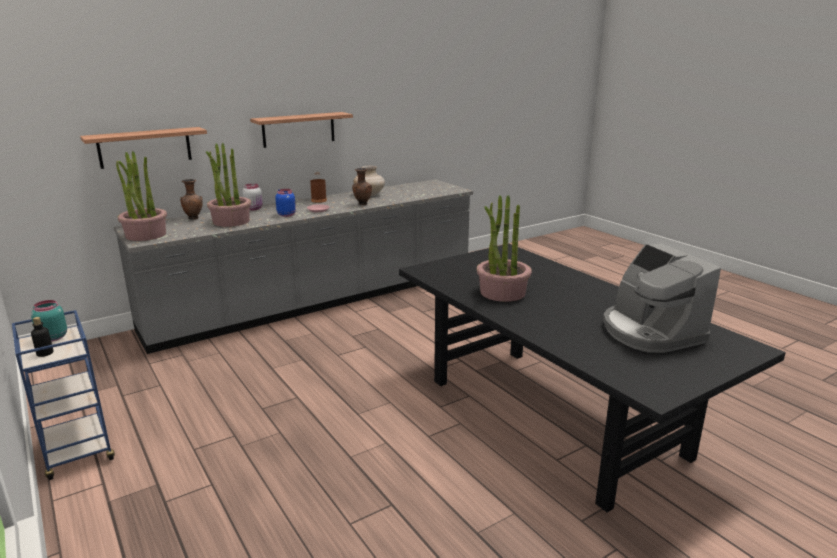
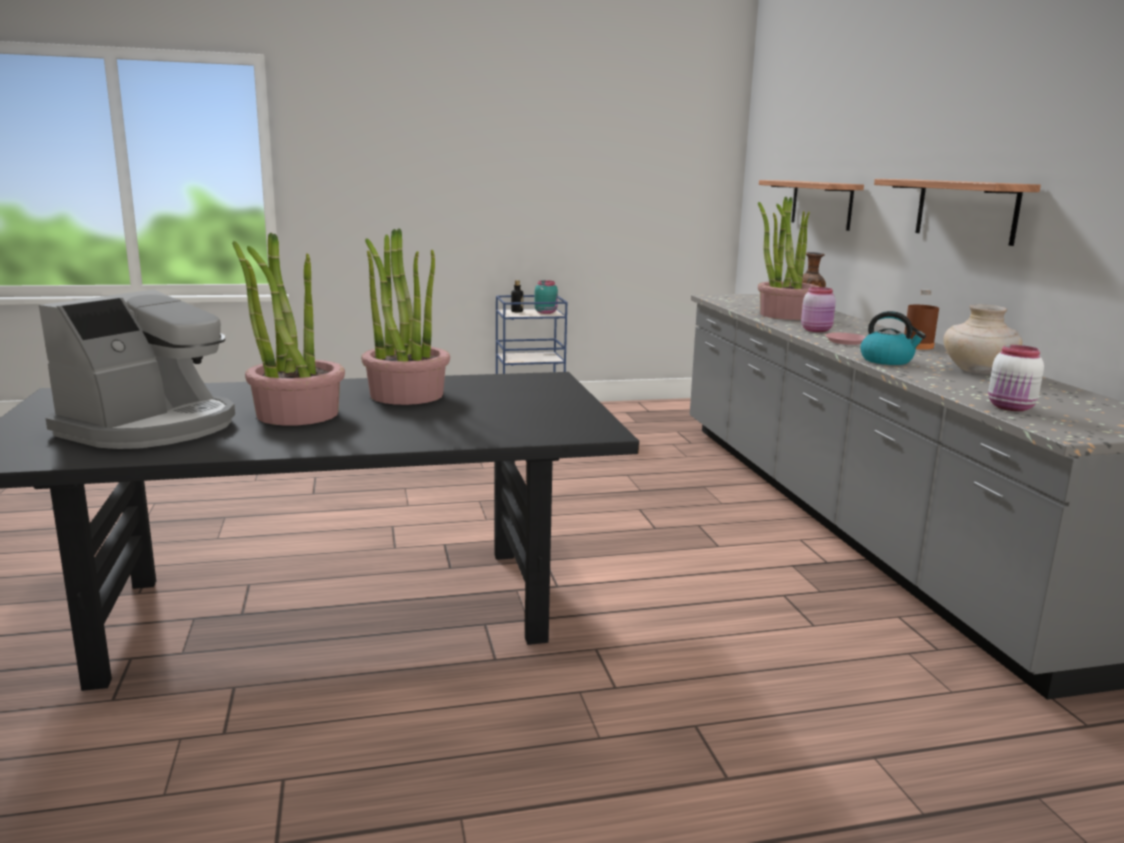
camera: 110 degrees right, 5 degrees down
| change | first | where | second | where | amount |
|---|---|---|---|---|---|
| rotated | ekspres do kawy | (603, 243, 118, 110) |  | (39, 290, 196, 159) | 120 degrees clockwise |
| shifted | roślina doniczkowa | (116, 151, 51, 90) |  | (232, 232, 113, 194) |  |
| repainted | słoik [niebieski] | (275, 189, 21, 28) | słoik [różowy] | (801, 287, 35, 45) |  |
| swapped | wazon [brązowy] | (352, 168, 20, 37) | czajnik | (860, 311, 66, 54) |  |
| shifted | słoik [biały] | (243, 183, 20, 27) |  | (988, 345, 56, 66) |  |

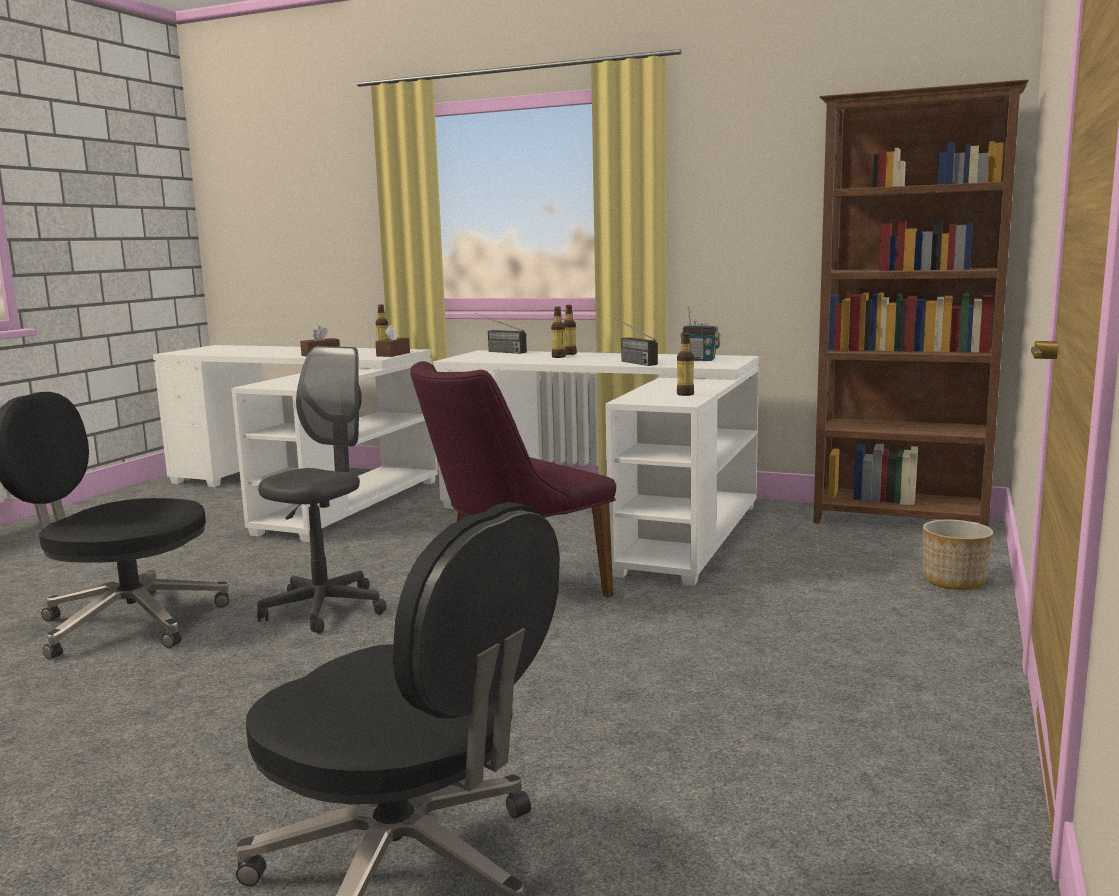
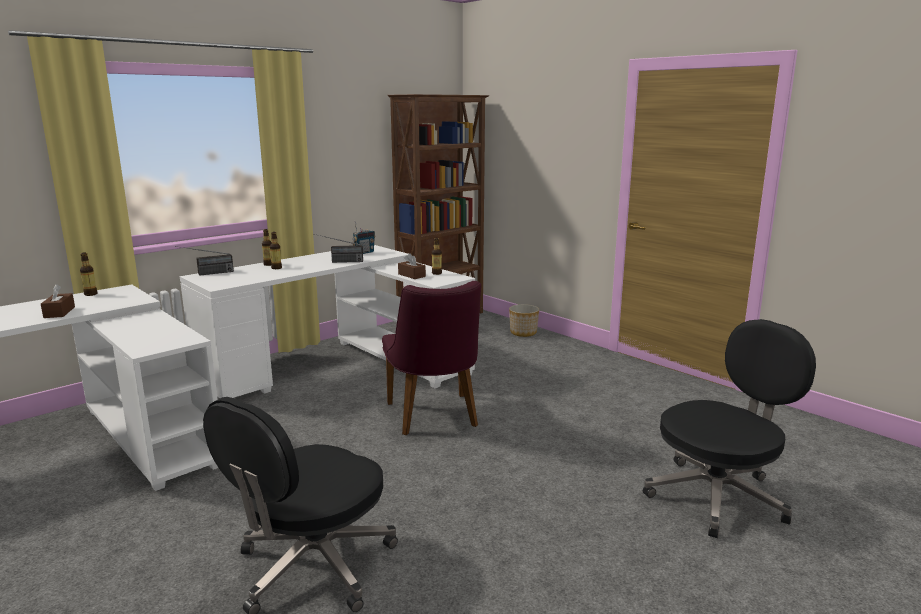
camera: 65 degrees left, 5 degrees up
| change | first | where | second | where | amount |
|---|---|---|---|---|---|
| shifted | pudełko chusteczek [brązowy] | (375, 325, 35, 32) |  | (398, 253, 28, 26) |  |
| gone | krzesło biurowe [szary] | (257, 346, 130, 288) |  |  |  |

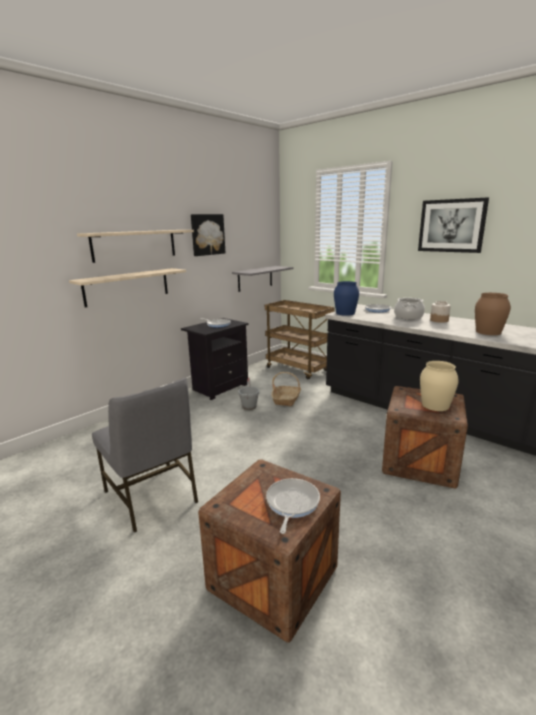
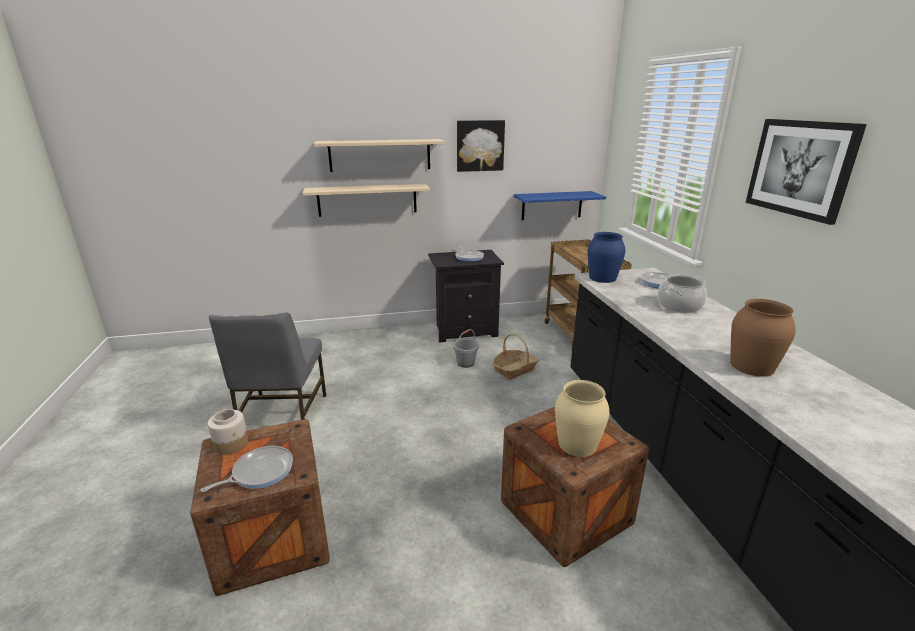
camera: 35 degrees right, 5 degrees up
| change | first | where | second | where | amount |
|---|---|---|---|---|---|
| shifted | słoik | (430, 301, 21, 22) |  | (208, 409, 40, 45) |  |
| repainted | półka [szary] | (232, 266, 61, 26) | półka [niebieski] | (513, 191, 93, 29) |  |

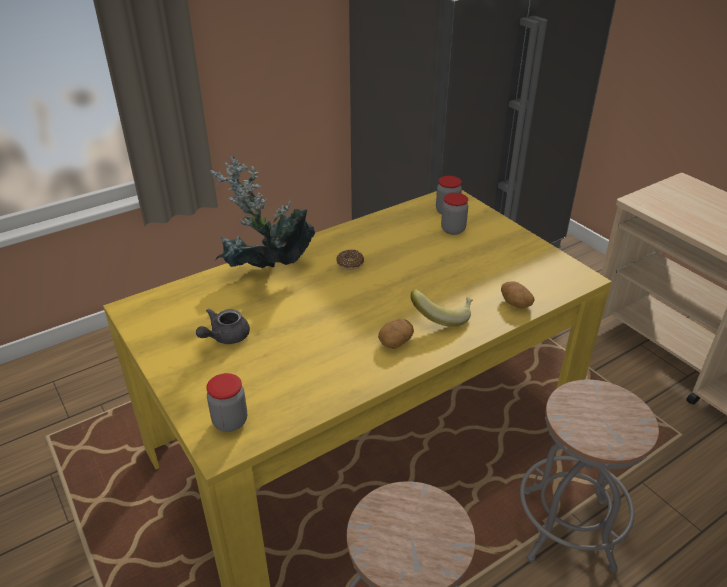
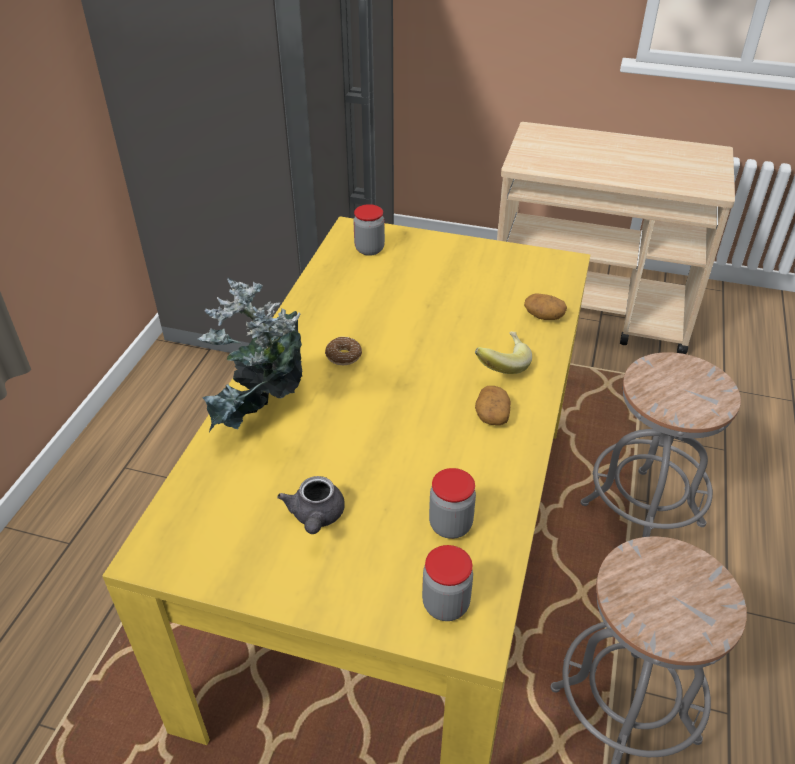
camera: 40 degrees left, 5 degrees up
| change | first | where | second | where | amount |
|---|---|---|---|---|---|
| shifted | słoik | (441, 193, 27, 42) |  | (429, 468, 47, 71) |  |

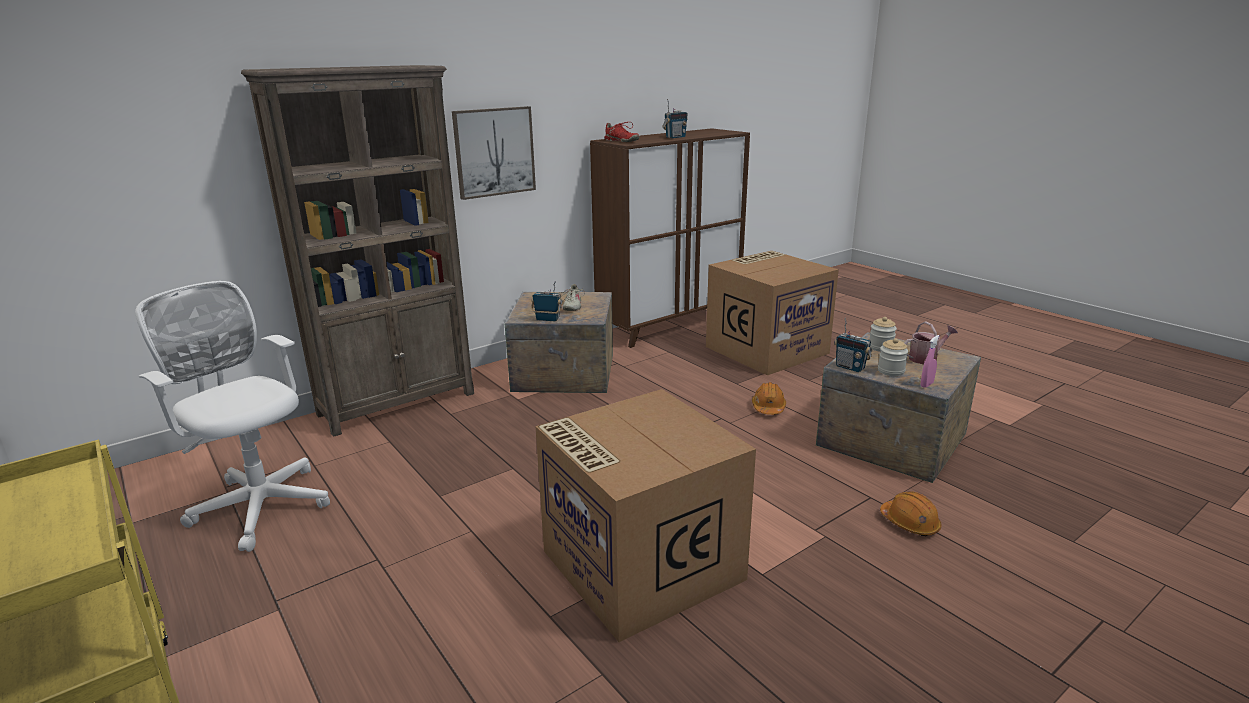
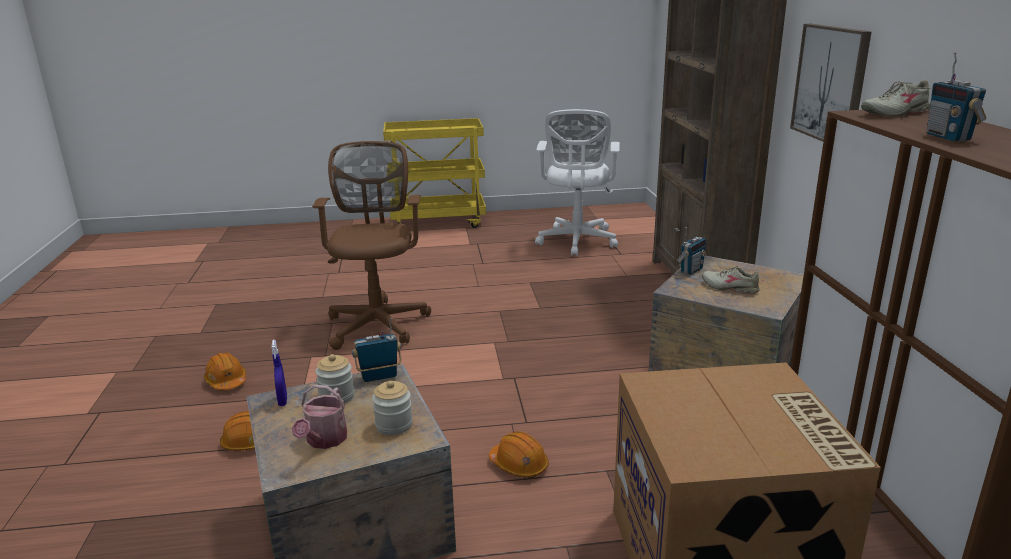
camera: 120 degrees right, 0 degrees up
| change | first | where | second | where | amount |
|---|---|---|---|---|---|
| new |  |  | kask [pomarańczowy] | (204, 352, 42, 38) |  |
| repainted | spryskiwacz [różowy] | (921, 335, 19, 53) | spryskiwacz [niebieski] | (271, 340, 16, 66) |  |
| swapped | karton | (535, 389, 221, 253) | krzesło biurowe [brązowy] | (312, 141, 119, 209) |  |
| rotated | krzesło biurowe [biały] | (135, 281, 195, 271) |  | (535, 109, 85, 147) | 120 degrees clockwise |
| repainted | but [czerwony] | (604, 122, 35, 20) | but [beżowy] | (861, 80, 70, 37) |  |

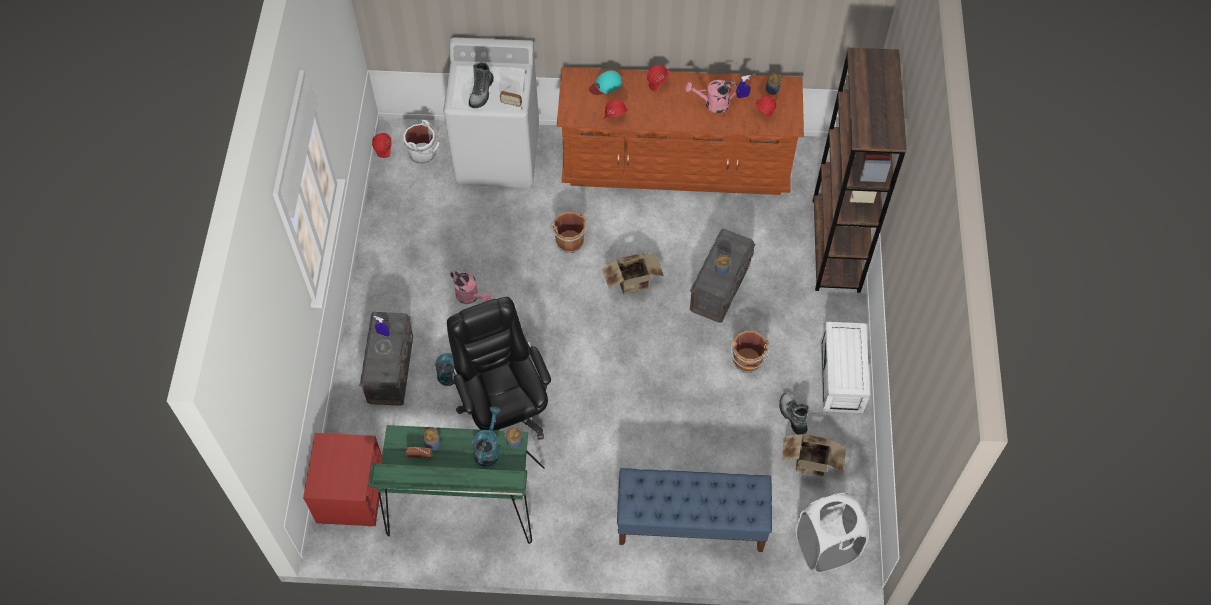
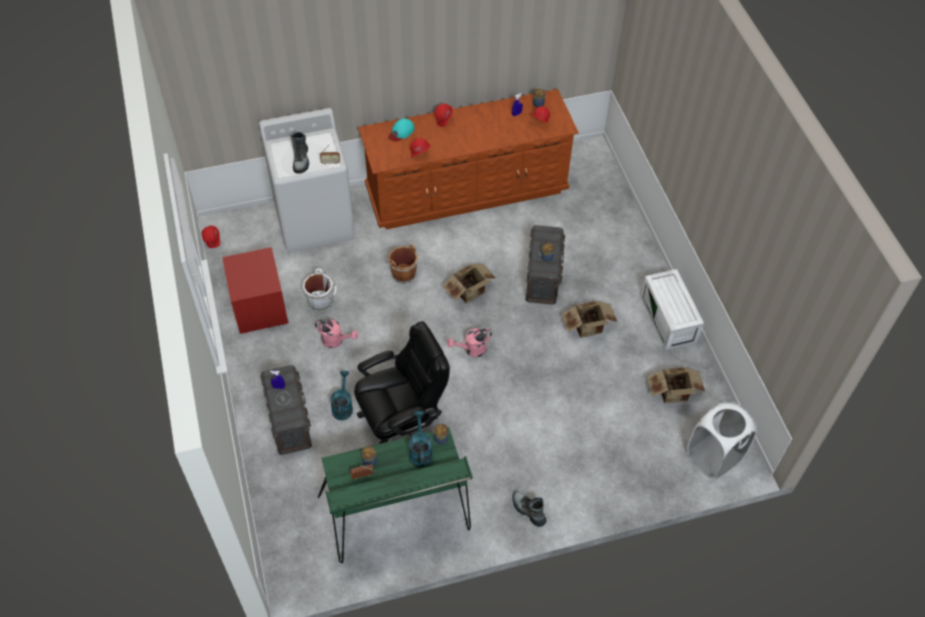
camera: 20 degrees left, 5 degrees down
| change | first | where | second | where | amount |
|---|---|---|---|---|---|
| shifted | szafka nocna [czerwony] | (303, 433, 79, 94) |  | (222, 247, 66, 87) |  |
| shifted | wiadro [biały] | (403, 120, 37, 44) |  | (303, 269, 34, 42) |  |
| rotated | krzesło biurowe [czarny] | (447, 297, 104, 143) |  | (354, 321, 96, 123) | 105 degrees clockwise |
| shifted | konewka [różowy] | (685, 80, 52, 33) |  | (447, 328, 45, 29) |  |
| shifted | but z cholewką | (779, 393, 30, 42) |  | (513, 491, 33, 36) |  |
| swapped | wiadro [brązowy] | (731, 331, 39, 42) | karton | (562, 301, 55, 37) |  |
| gone | ławka [niebieski] | (617, 468, 155, 84) |  |  |  |
| gone | regał [brązowy] | (813, 48, 94, 245) |  |  |  |

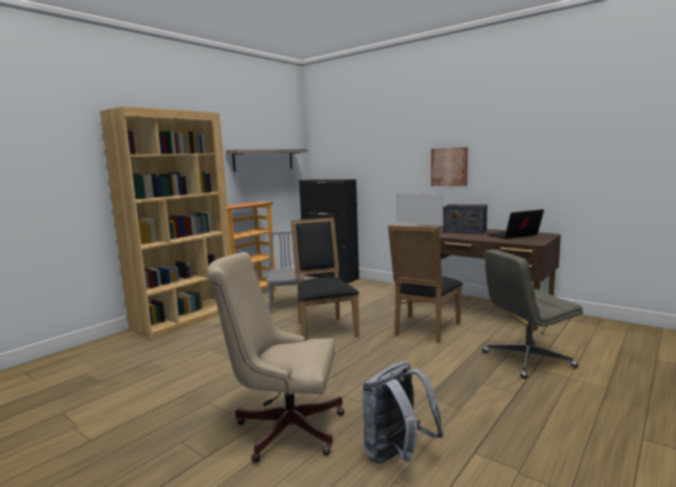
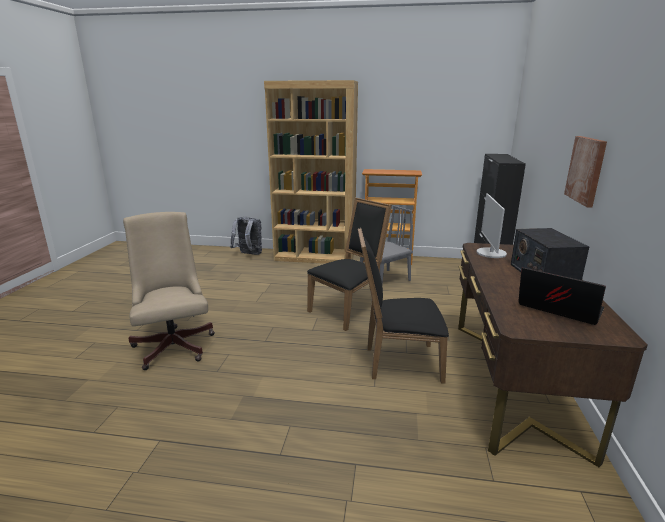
camera: 60 degrees right, 10 degrees up
| change | first | where | second | where | amount |
|---|---|---|---|---|---|
| shifted | plecak [szary] | (363, 362, 81, 101) |  | (230, 217, 32, 38) |  |
| gone | półka | (226, 149, 81, 23) |  |  |  |
| gone | krzesło biurowe [szary] | (483, 249, 100, 130) |  |  |  |

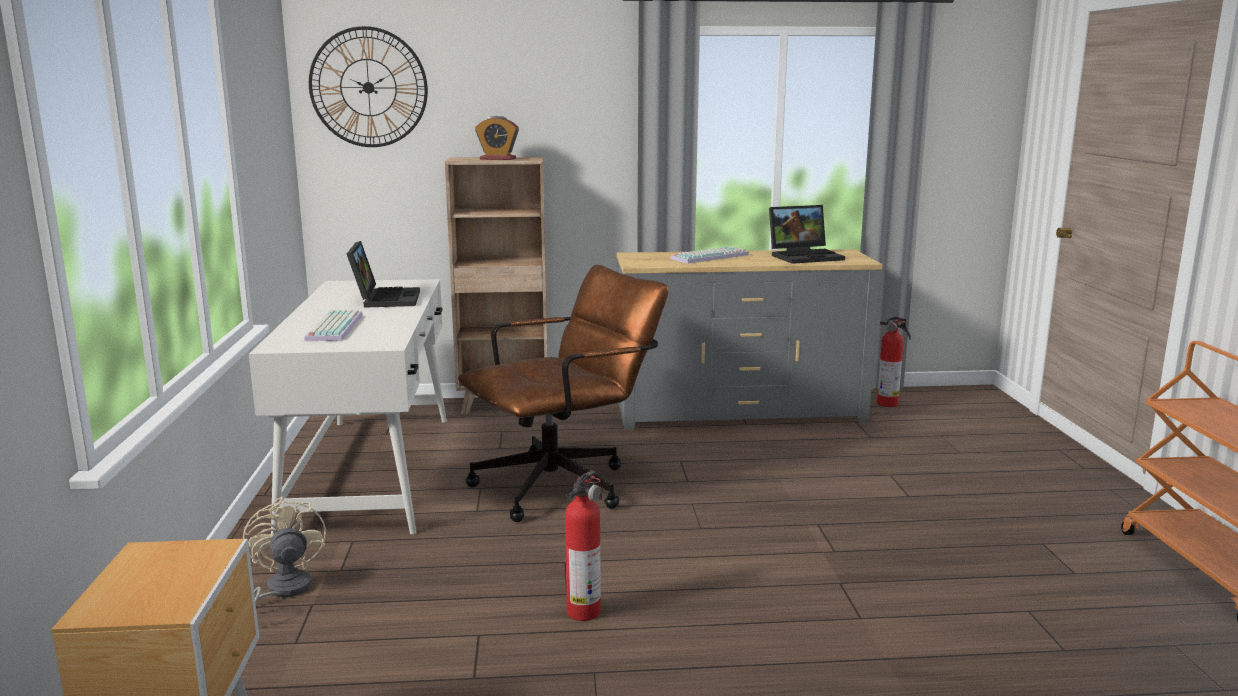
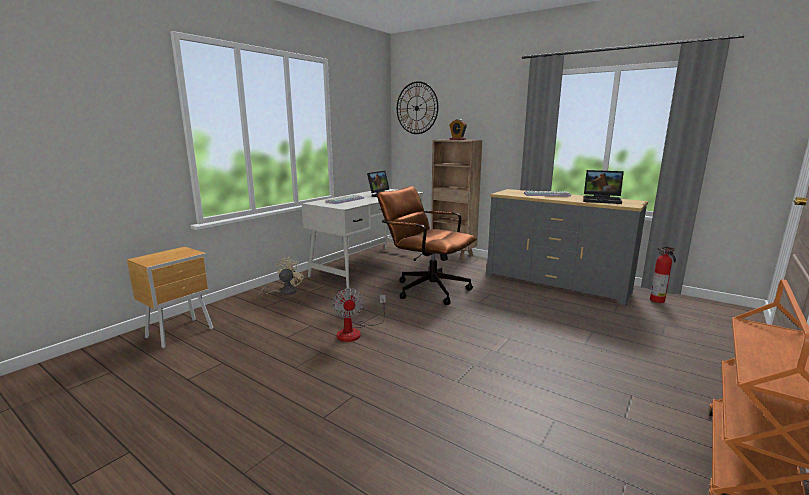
camera: 40 degrees right, 0 degrees up
| change | first | where | second | where | amount |
|---|---|---|---|---|---|
| swapped | gaśnica | (565, 470, 37, 151) | wentylator | (333, 288, 53, 54) |  |
| rotated | krzesło biurowe [brązowy] | (458, 265, 211, 257) |  | (377, 186, 100, 119) | 150 degrees counterclockwise |

